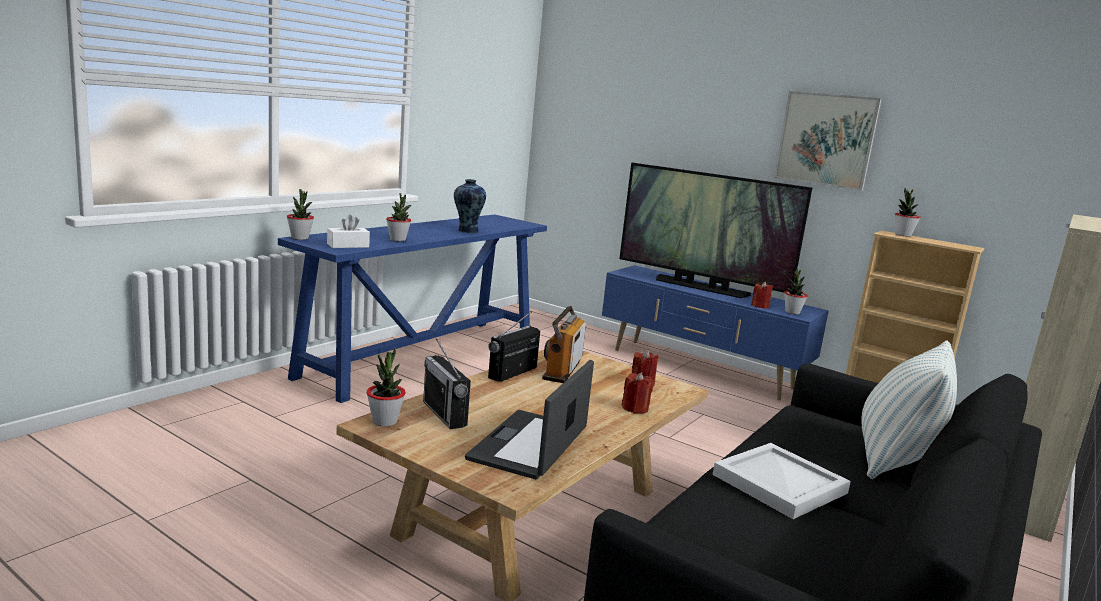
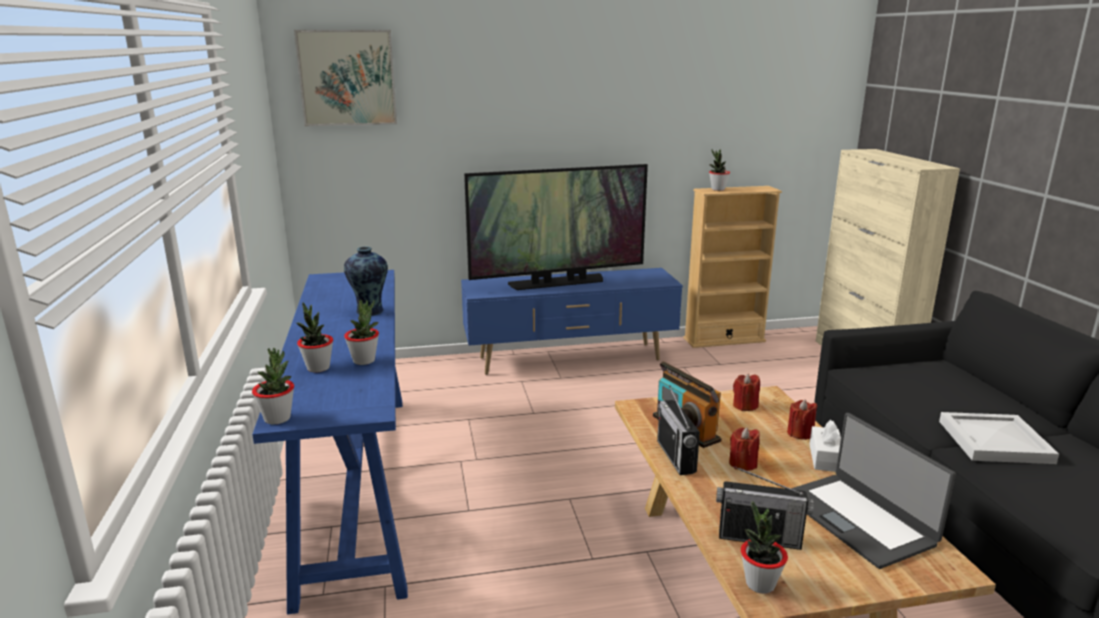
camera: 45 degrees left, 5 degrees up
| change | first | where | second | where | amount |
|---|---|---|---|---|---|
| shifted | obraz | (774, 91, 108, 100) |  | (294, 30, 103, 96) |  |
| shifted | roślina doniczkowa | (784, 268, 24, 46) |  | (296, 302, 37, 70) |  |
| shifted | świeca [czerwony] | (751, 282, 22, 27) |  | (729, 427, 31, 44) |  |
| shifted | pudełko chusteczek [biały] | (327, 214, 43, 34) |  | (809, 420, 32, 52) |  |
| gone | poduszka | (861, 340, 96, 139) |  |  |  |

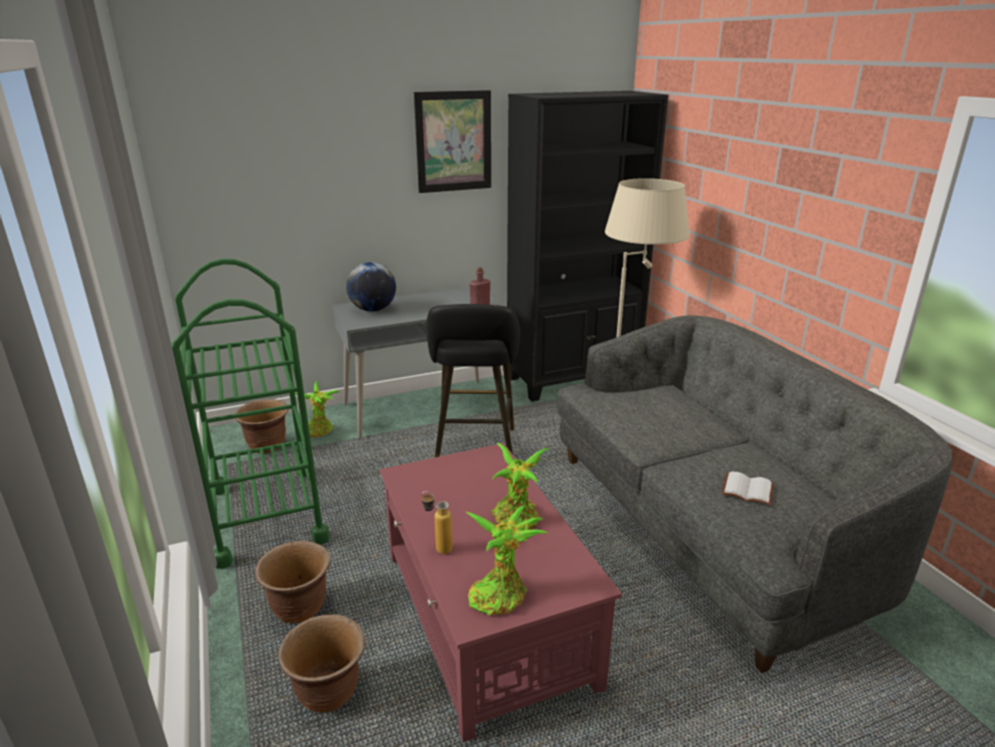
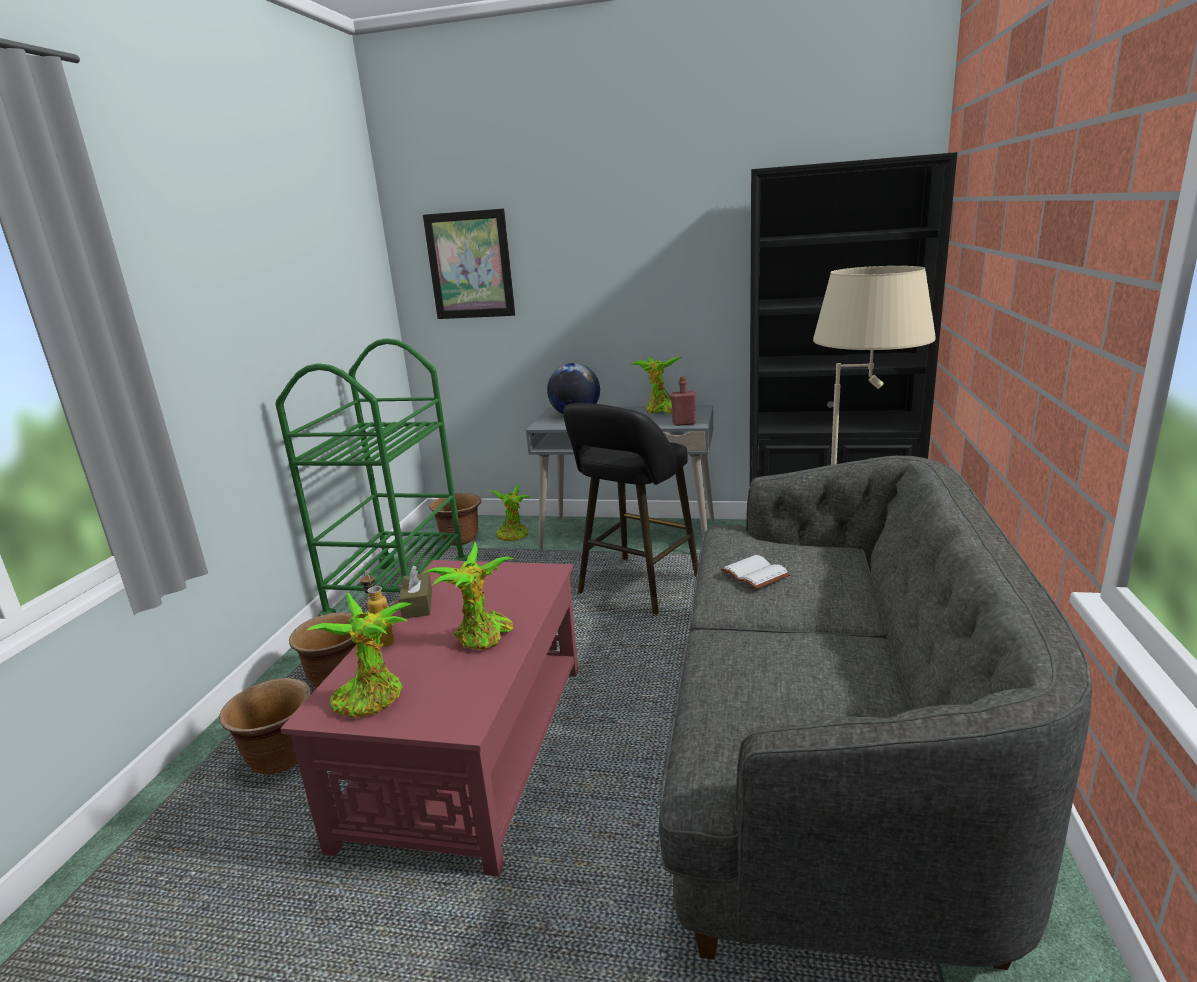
camera: 35 degrees right, 5 degrees down
| change | first | where | second | where | amount |
|---|---|---|---|---|---|
| new |  |  | pudełko chusteczek [brązowy] | (399, 566, 33, 53) |  |
| shifted | obraz | (414, 90, 77, 103) |  | (423, 209, 92, 110) |  |
| new |  |  | roślina doniczkowa | (631, 357, 51, 57) |  |
| shifted | książka [biały] | (721, 472, 53, 34) |  | (720, 555, 71, 34) |  |

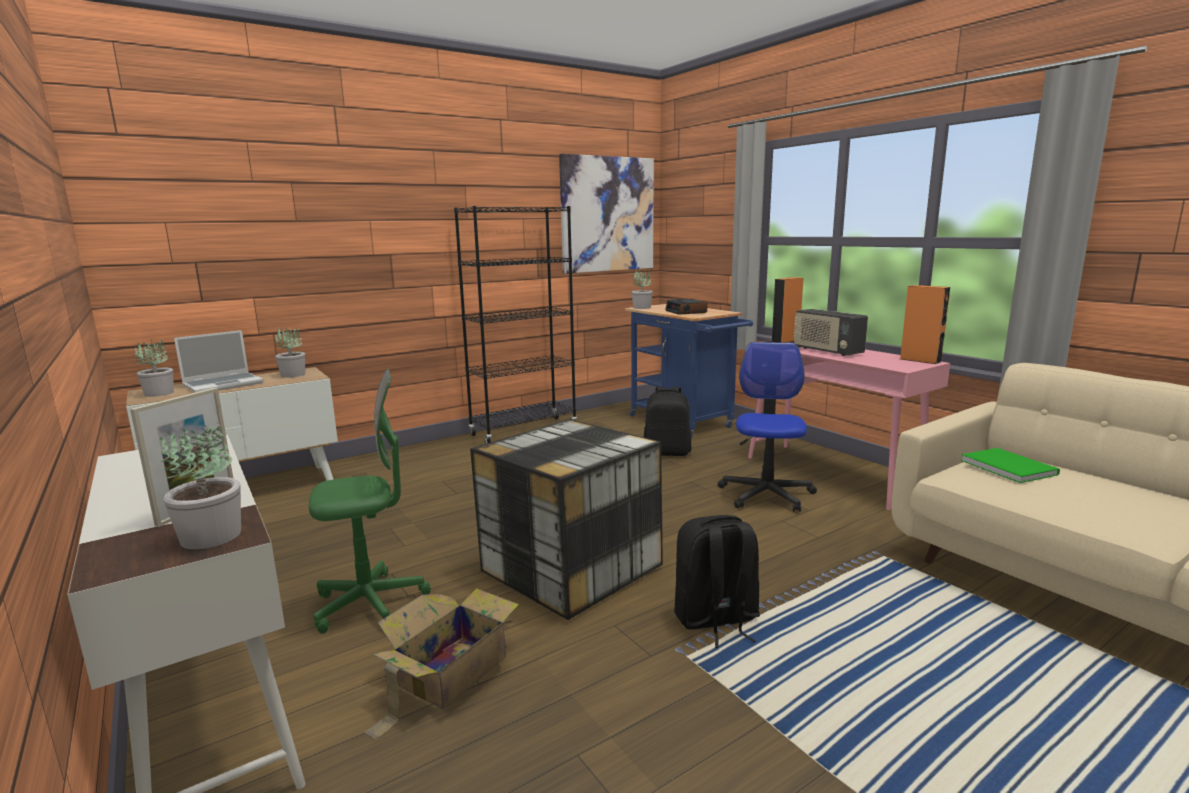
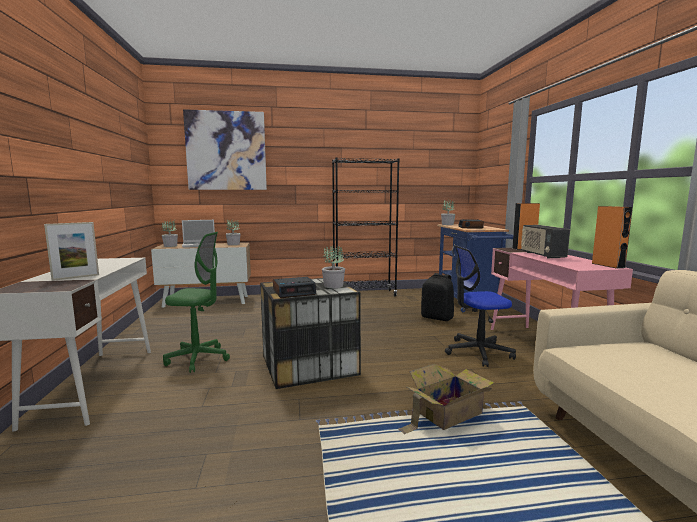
camera: 25 degrees right, 5 degrees down
| change | first | where | second | where | amount |
|---|---|---|---|---|---|
| shifted | obraz | (559, 154, 95, 120) |  | (183, 109, 84, 81) |  |
| new |  |  | budzik | (273, 277, 43, 21) |  |
| shifted | roślina doniczkowa | (160, 425, 81, 124) |  | (322, 246, 23, 42) |  |
| shifted | karton | (364, 588, 155, 152) |  | (398, 364, 96, 70) |  |
| rotated | krzesło biurowe | (718, 342, 99, 170) |  | (445, 245, 71, 122) | 135 degrees counterclockwise |
| gone | plecak [czarny] | (674, 515, 86, 133) |  |  |  |
| gone | książka [zielony] | (961, 448, 99, 35) |  |  |  |

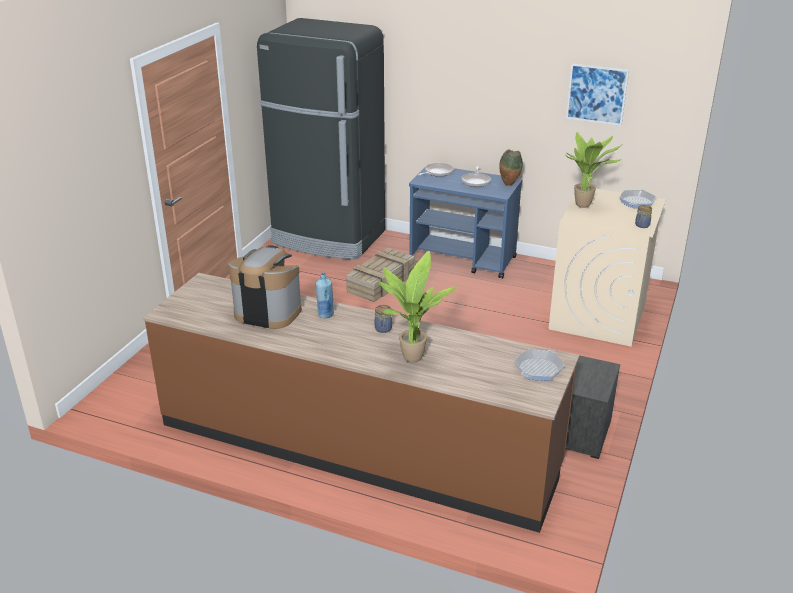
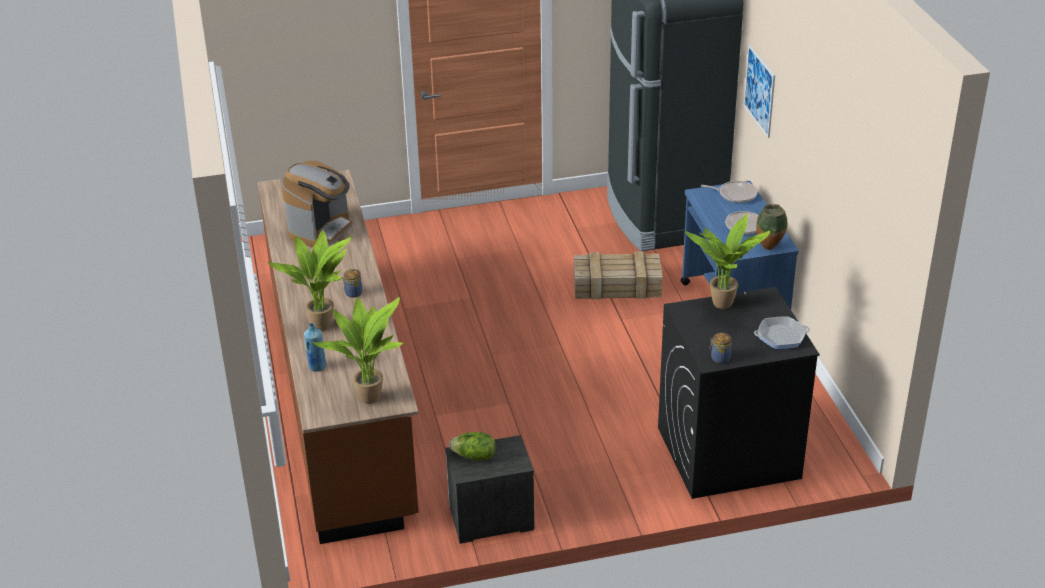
camera: 55 degrees right, 5 degrees up
| change | first | where | second | where | amount |
|---|---|---|---|---|---|
| rotated | ekspres do kawy | (228, 245, 74, 84) |  | (281, 161, 71, 86) | 45 degrees clockwise |
| shifted | butelka [niebieski] | (316, 273, 18, 45) |  | (304, 323, 23, 49) |  |
| swapped | patelnia | (514, 350, 51, 31) | roślina doniczkowa | (313, 297, 90, 107) |  |
| new |  |  | sałata | (449, 432, 47, 28) |  |
| repainted | pralka [beżowy] | (549, 189, 117, 158) | pralka [czarny] | (658, 287, 162, 212) |  |
| shifted | obraz | (566, 63, 63, 63) |  | (744, 45, 31, 93) |  |

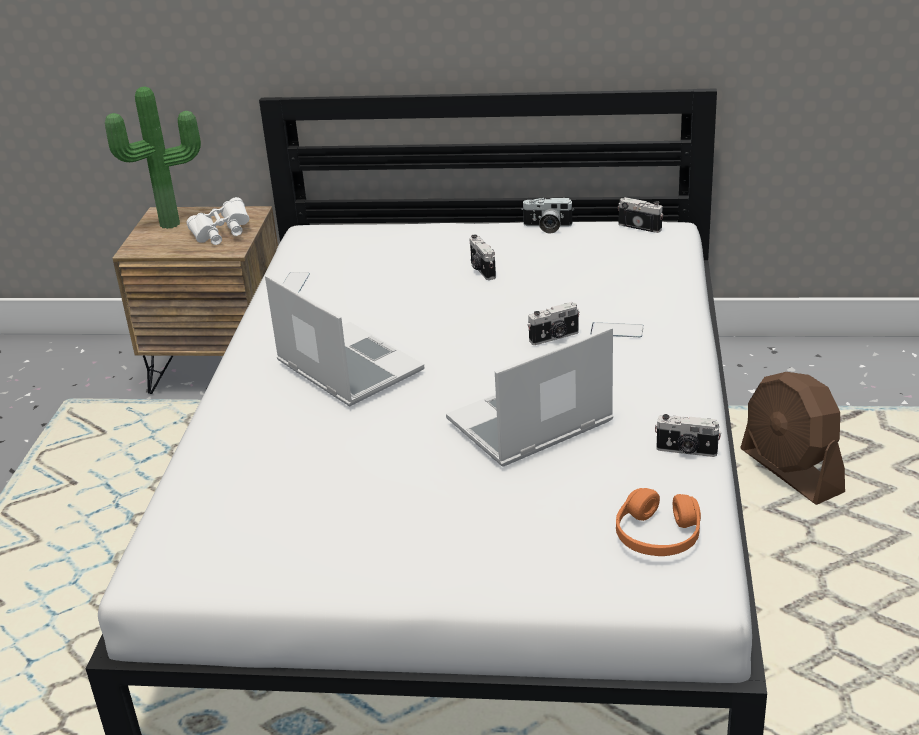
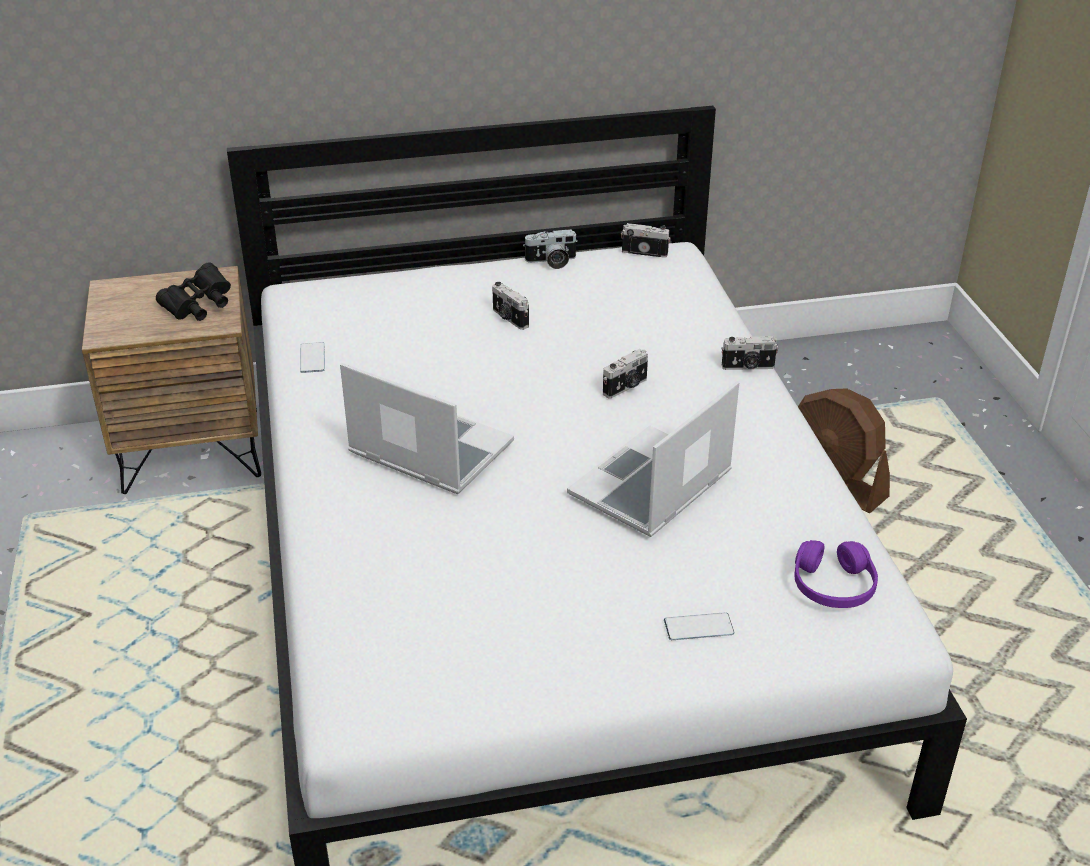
camera: 20 degrees left, 5 degrees up
| change | first | where | second | where | amount |
|---|---|---|---|---|---|
| repainted | lornetka [biały] | (187, 197, 63, 48) | lornetka [czarny] | (156, 262, 75, 59) |  |
| shifted | telefon | (590, 322, 54, 15) |  | (664, 612, 70, 28) |  |
| shifted | aparat fotograficzny | (655, 414, 66, 43) |  | (721, 336, 58, 34) |  |
| repainted | słuchawki [pomarańczowy] | (616, 488, 85, 68) | słuchawki [fioletowy] | (795, 540, 83, 68) |  |
| gone | roślina doniczkowa | (105, 87, 96, 142) |  |  |  |

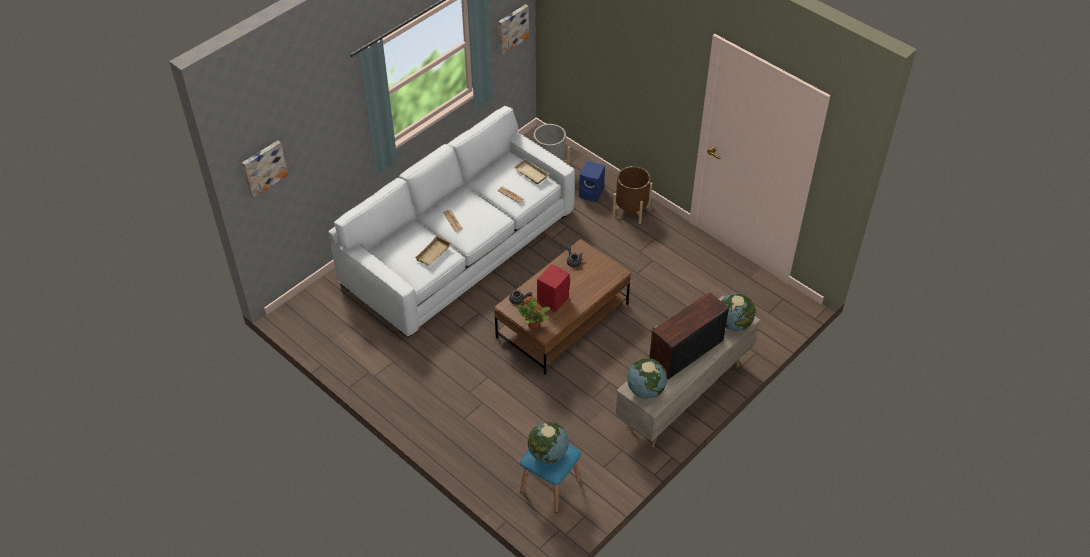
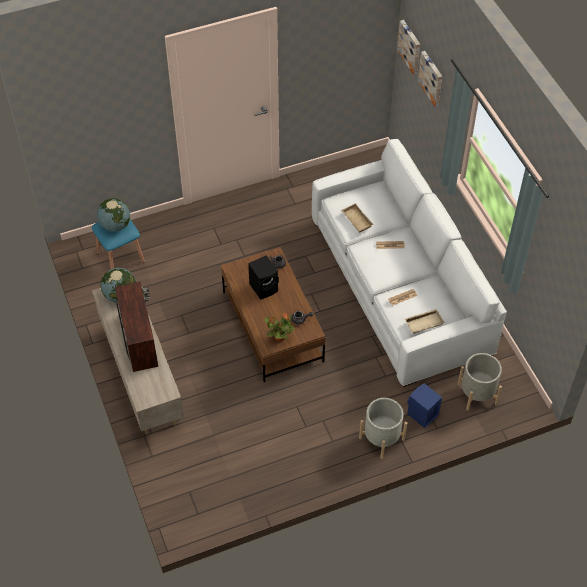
camera: 115 degrees right, 5 degrees up
| change | first | where | second | where | amount |
|---|---|---|---|---|---|
| repainted | głośnik [czerwony] | (537, 264, 33, 48) | głośnik [czarny] | (248, 255, 31, 44) |  |
| shifted | roślina doniczkowa | (517, 297, 33, 32) |  | (264, 313, 31, 29) |  |
| repainted | donica [brązowy] | (612, 166, 40, 58) | donica [szary] | (359, 398, 48, 61) |  |
| shifted | obraz | (498, 4, 31, 51) |  | (418, 51, 24, 56) |  |
| gone | globus | (721, 293, 35, 38) |  |  |  |

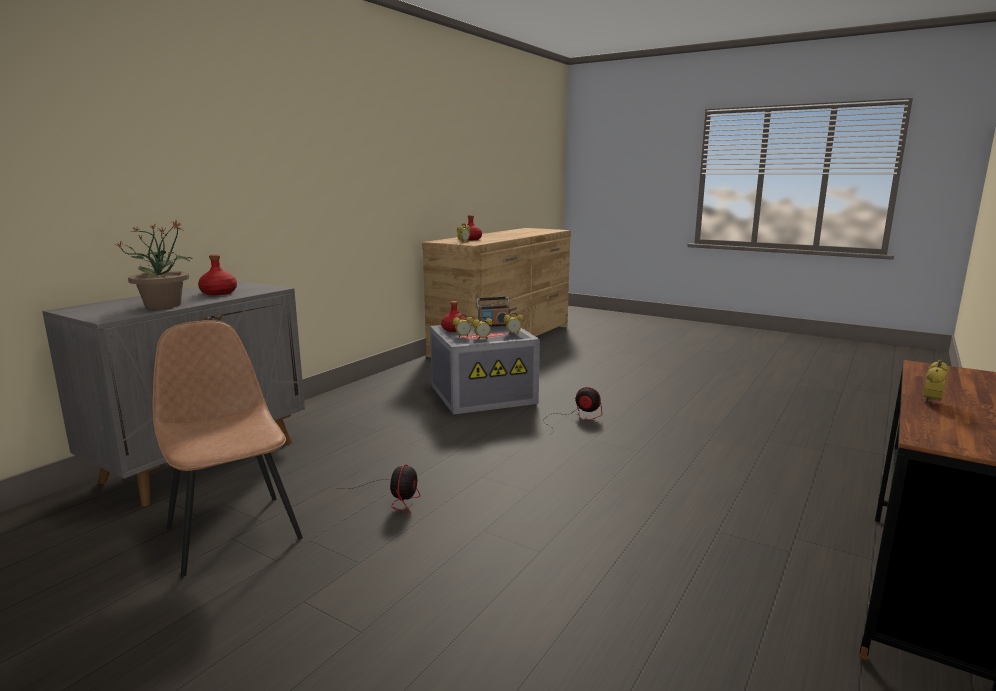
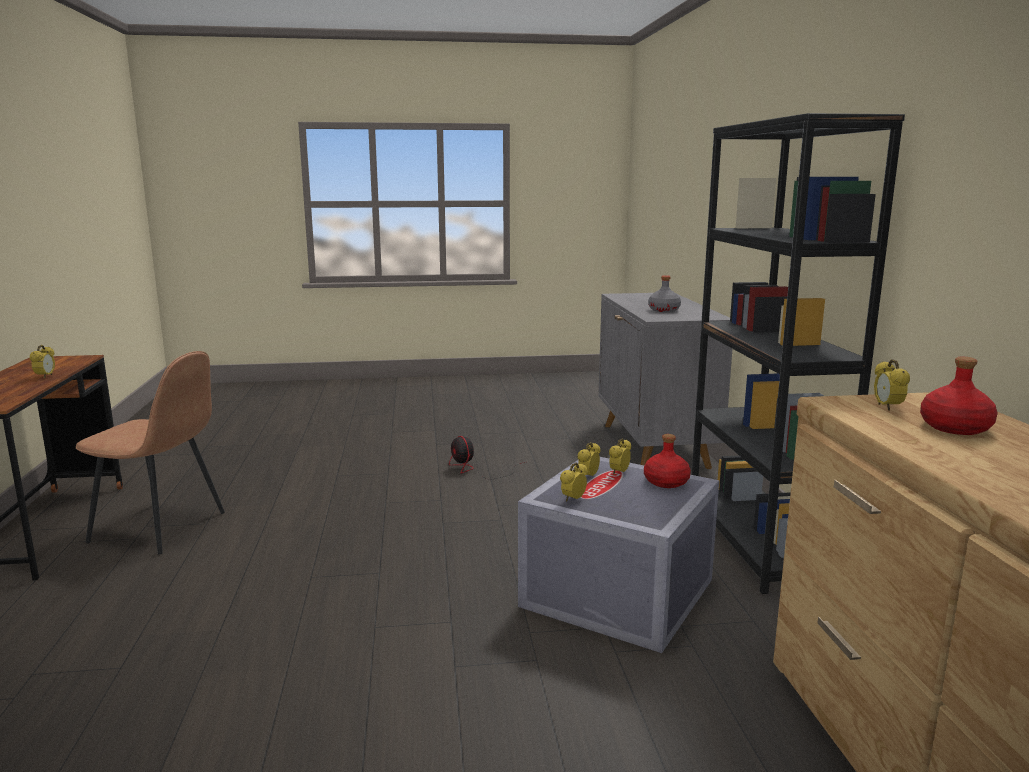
camera: 140 degrees right, 0 degrees up
| change | first | where | second | where | amount |
|---|---|---|---|---|---|
| shifted | krzesło [brązowy] | (152, 320, 151, 257) |  | (76, 351, 149, 203) |  |
| repainted | butelka [czerwony] | (198, 254, 39, 41) | butelka [szary] | (648, 275, 33, 37) |  |
| new |  |  | regał [czarny] | (691, 113, 214, 481) |  |
| gone | roślina doniczkowa | (114, 220, 78, 89) |  |  |  |
| gone | radio | (476, 297, 34, 30) |  |  |  |
| gone | wentylator | (543, 387, 59, 48) |  |  |  |

